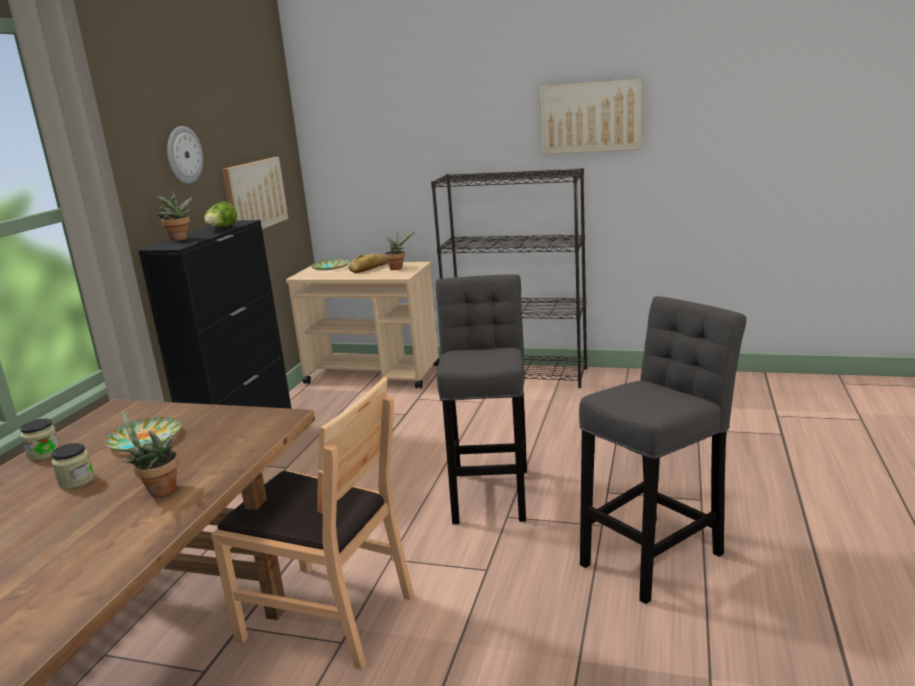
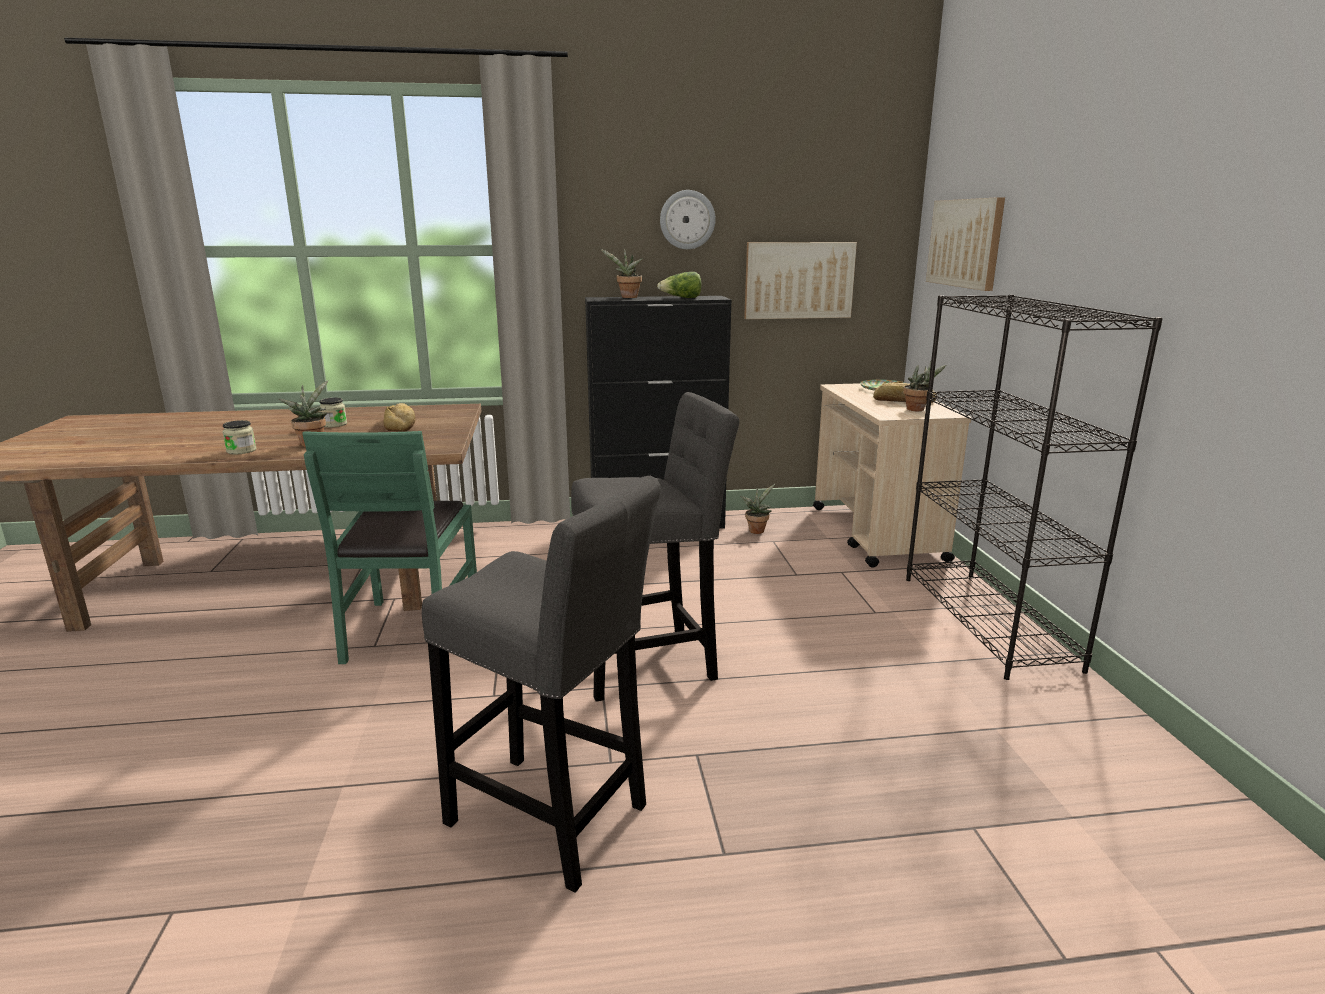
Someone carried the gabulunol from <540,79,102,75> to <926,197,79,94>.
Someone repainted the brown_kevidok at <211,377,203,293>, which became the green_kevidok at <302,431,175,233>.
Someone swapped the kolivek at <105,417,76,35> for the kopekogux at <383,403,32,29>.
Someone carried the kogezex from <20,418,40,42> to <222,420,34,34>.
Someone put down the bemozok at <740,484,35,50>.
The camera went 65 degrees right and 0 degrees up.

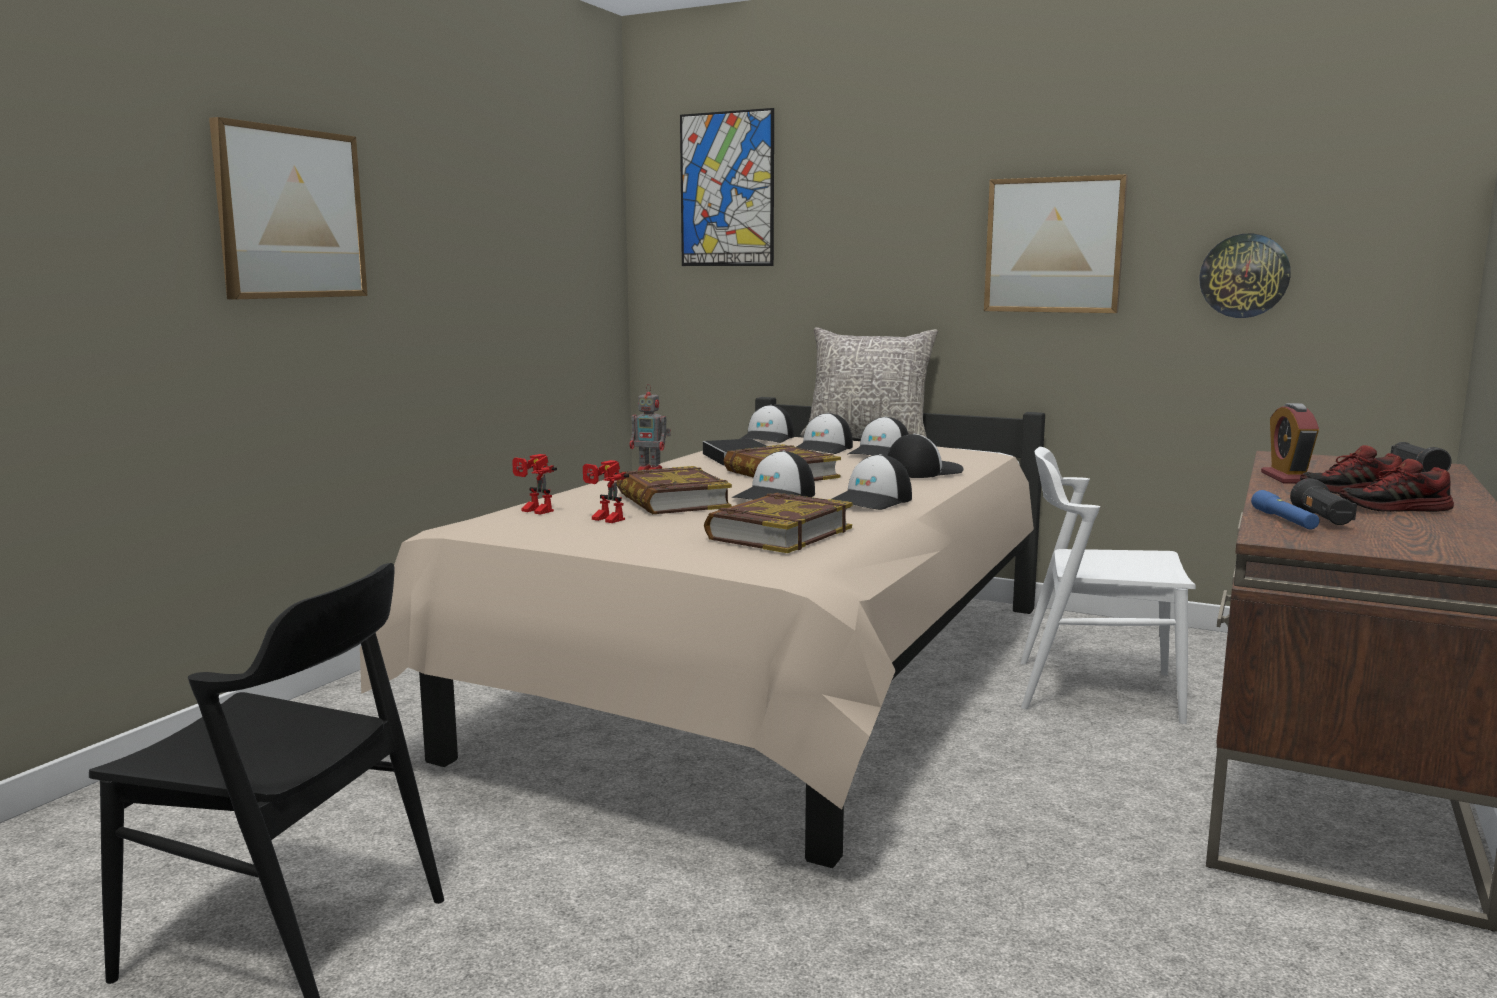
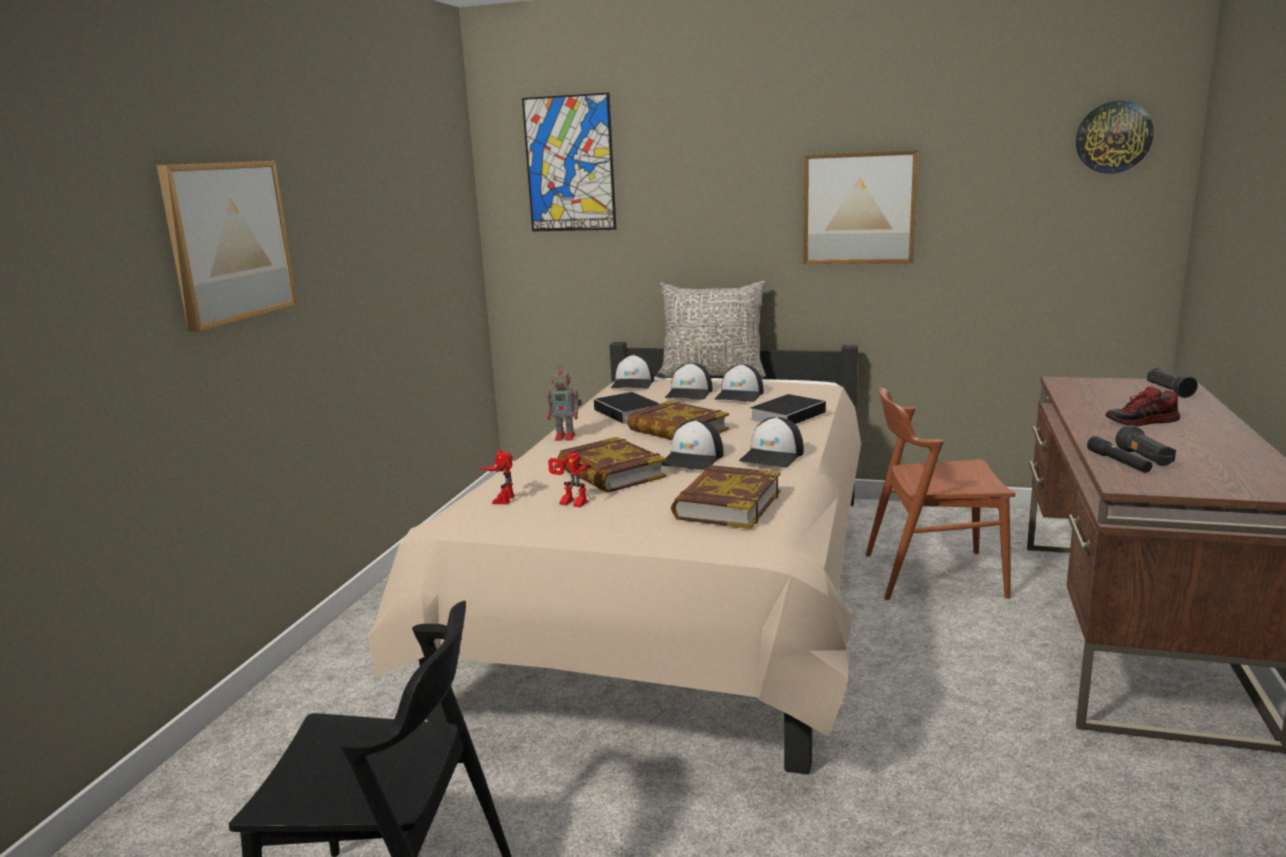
Someone carried the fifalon from <1200,234,91,84> to <1076,100,78,74>.
Someone took away the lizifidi at <1261,403,58,81>.
Someone swapped the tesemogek at <887,433,77,45> for the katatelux at <750,394,78,30>.
Someone repainted the white_kevidok at <1020,447,176,277>, which became the brown_kevidok at <866,387,149,213>.
Someone rotated the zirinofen at <512,454,45,61> by 75 degrees clockwise.
Someone took away the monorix at <1339,459,115,53>.
Someone repainted the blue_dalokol at <1251,490,68,40>, which became the black_dalokol at <1087,436,65,37>.
The camera went 10 degrees left and 5 degrees up.

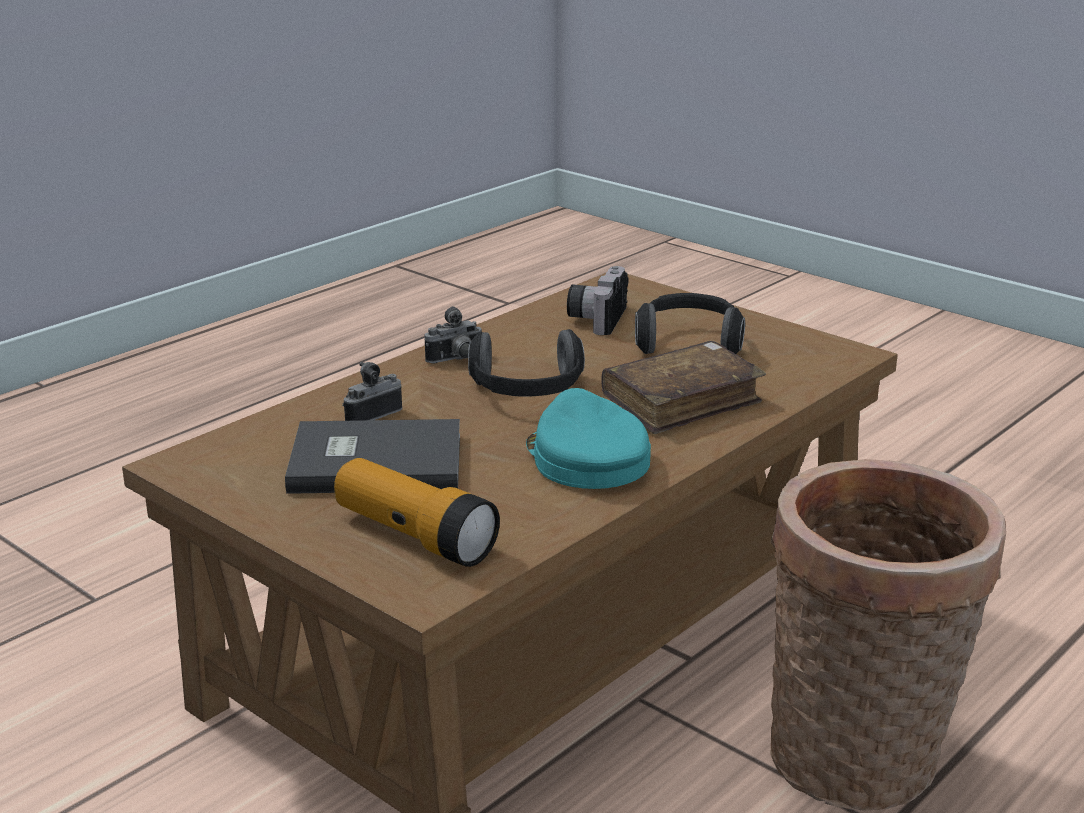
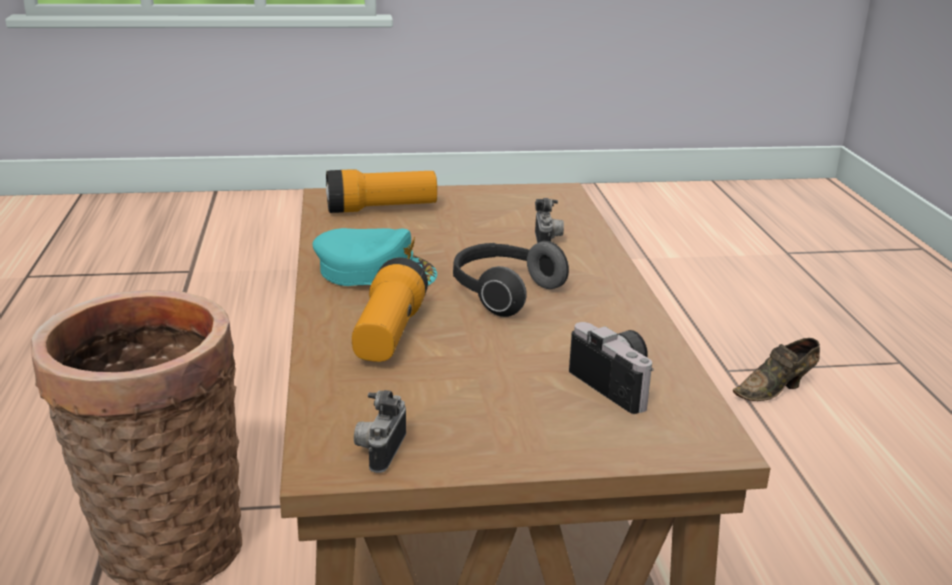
Someone took away the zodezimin at <635,293,110,61>.
Someone carried the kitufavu from <424,306,58,58> to <354,390,52,83>.
Someone swapped the brown_katatelux at <601,341,165,93> for the dalokol at <352,258,76,104>.
Someone took away the grey_katatelux at <285,419,175,75>.
Someone put down the brown_monorix at <733,338,87,63>.
The camera went 130 degrees right and 0 degrees up.

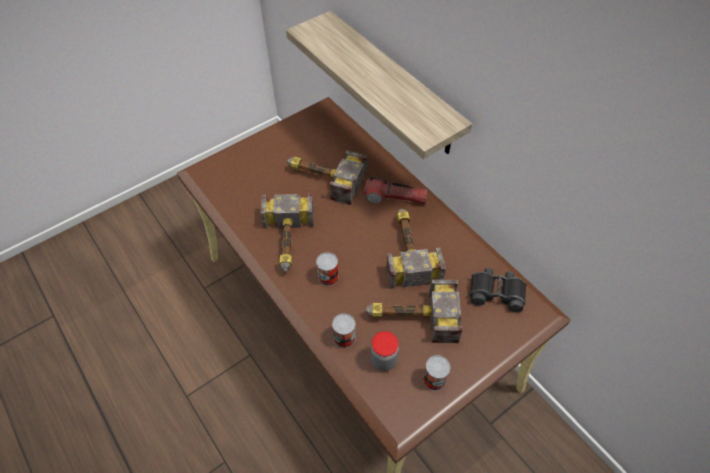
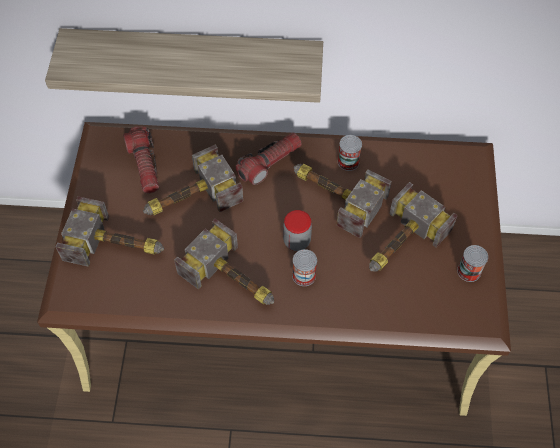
Someone took away the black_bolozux at <469,268,57,45>.
Someone carried the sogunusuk from <332,313,24,35> to <338,135,24,36>.
Someone carried the kogezex from <370,331,29,40> to <283,210,29,41>.
Someone put down the dalokol at <123,126,36,67>.
Someone put down the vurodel at <56,196,108,71>.
The camera went 50 degrees left and 5 degrees up.

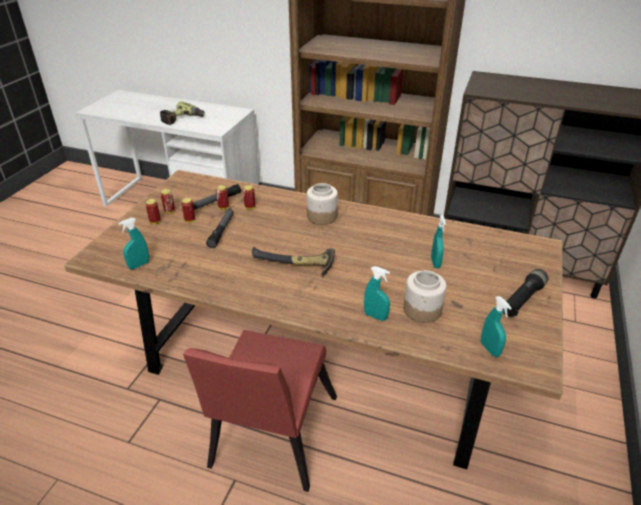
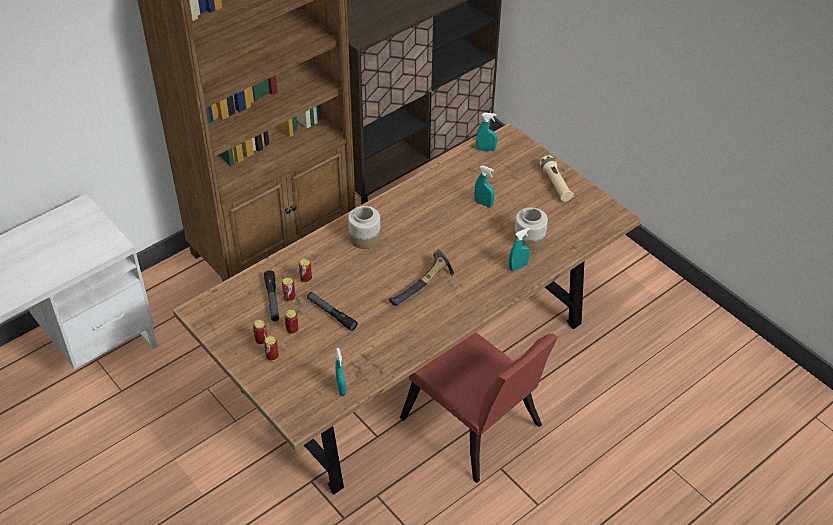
Someone took away the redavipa at <160,101,45,24>.
Someone repainted the black_dalokol at <503,269,45,48>, which became the beige_dalokol at <540,155,34,47>.
Someone carried the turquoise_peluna from <481,296,31,61> to <476,113,21,39>.
The camera went 60 degrees left and 10 degrees up.

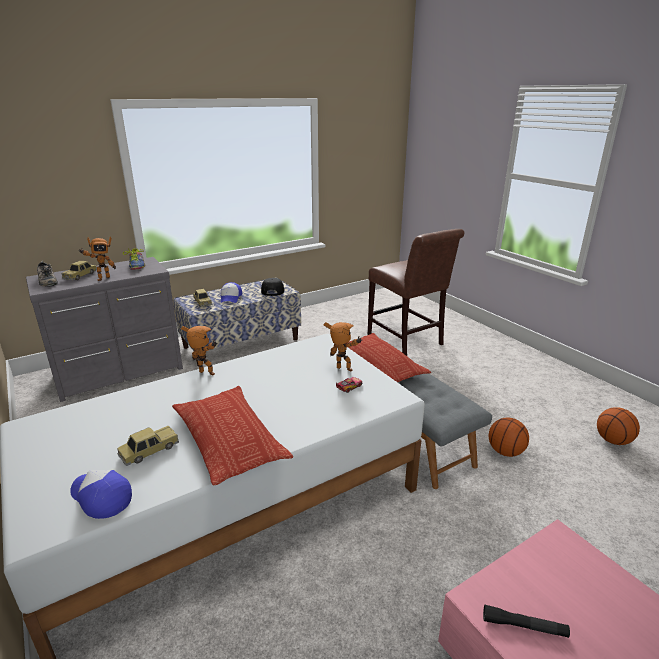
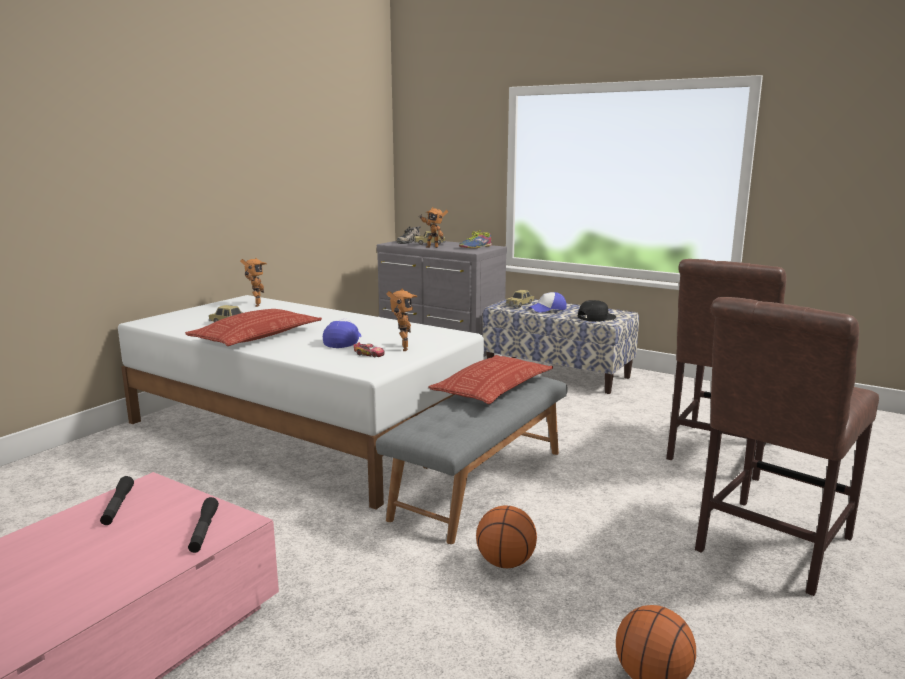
Someone carried the zirinofen from <181,326,37,49> to <240,258,27,49>.
Someone carried the tesemogek from <70,470,62,49> to <323,318,38,30>.
Someone put down the brown_kevidok at <695,297,184,299>.
Someone put down the black_dalokol at <188,497,31,56>.
The camera went 65 degrees right and 10 degrees down.

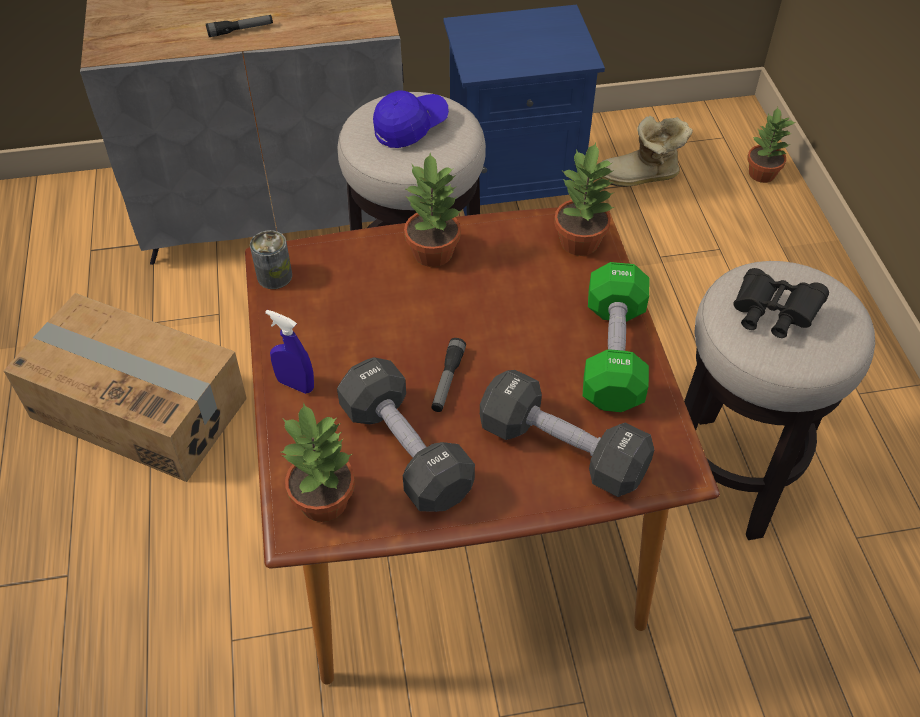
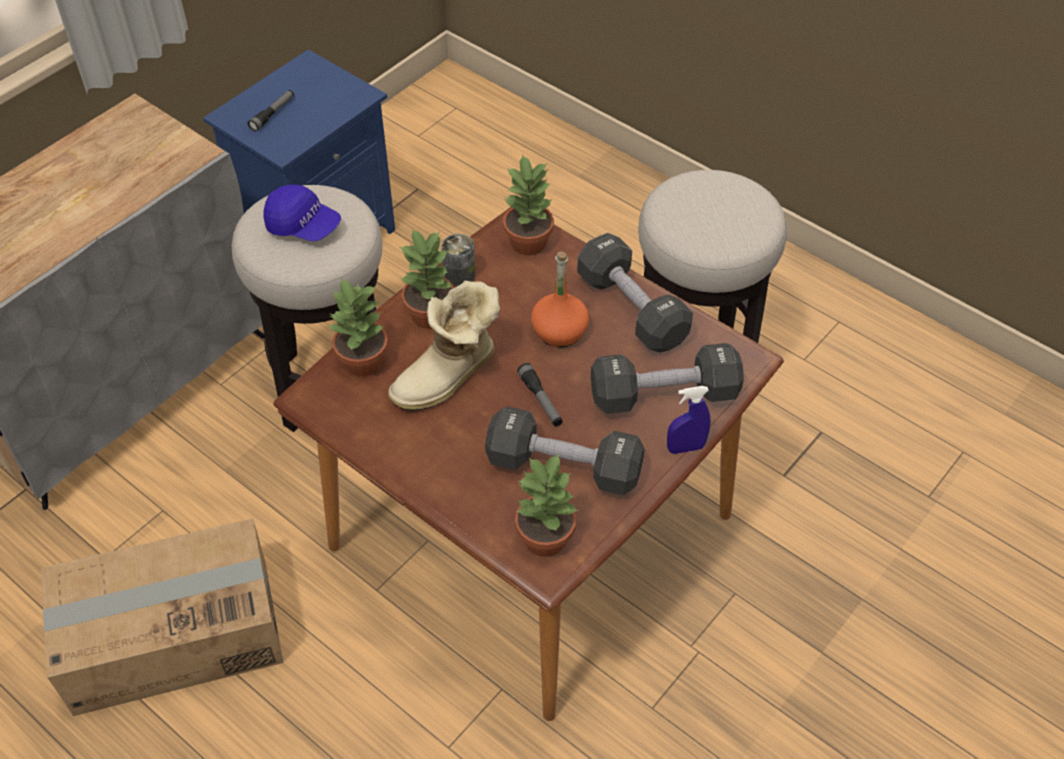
Someone carried the dalokol from <206,15,67,22> to <248,90,46,42>.
Someone rotated the blue_tesemogek at <373,90,76,58> by 105 degrees clockwise.
Someone carried the bemozok from <747,107,49,76> to <329,277,59,100>.
Someone carried the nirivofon from <598,116,95,71> to <388,280,112,131>.
Someone carried the sogunusuk from <250,230,42,59> to <442,234,34,53>.
Someone repainted the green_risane at <583,262,66,150>, which became the black_risane at <577,233,116,120>.
Someone took away the black_bolozux at <733,268,96,70>.
Someone carried the blue_peluna from <265,310,49,84> to <667,386,43,68>.
Someone put down the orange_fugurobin at <531,251,58,96>.
The camera went 40 degrees left and 0 degrees up.

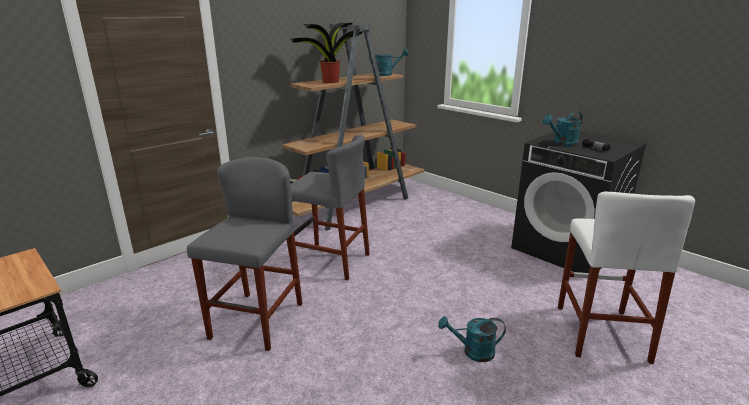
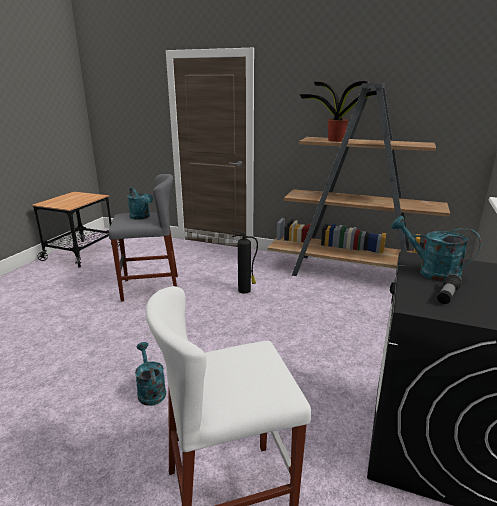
Someone carried the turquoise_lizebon from <369,48,40,28> to <127,188,26,32>.
Someone swapped the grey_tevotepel at <290,135,80,145> for the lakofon at <232,231,26,63>.
The camera went 65 degrees right and 0 degrees up.

